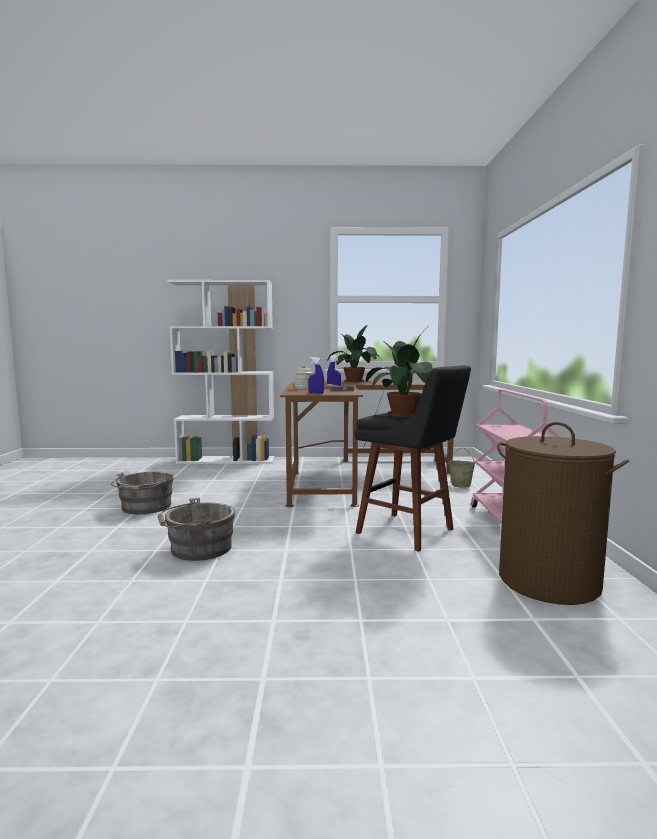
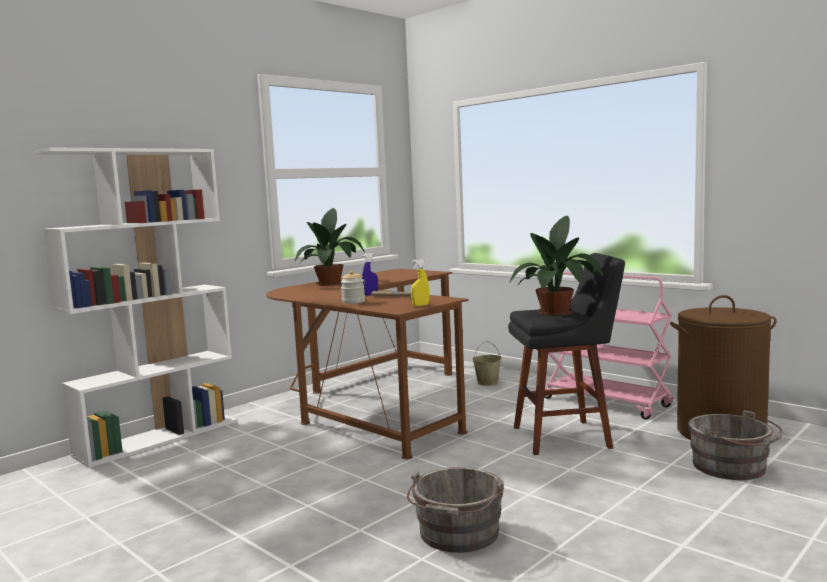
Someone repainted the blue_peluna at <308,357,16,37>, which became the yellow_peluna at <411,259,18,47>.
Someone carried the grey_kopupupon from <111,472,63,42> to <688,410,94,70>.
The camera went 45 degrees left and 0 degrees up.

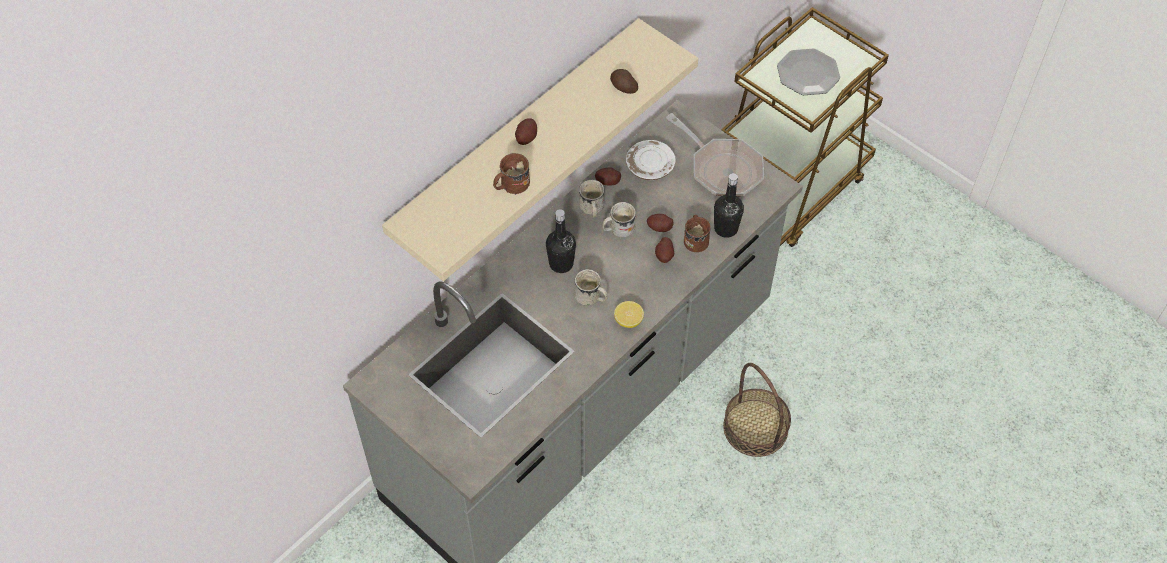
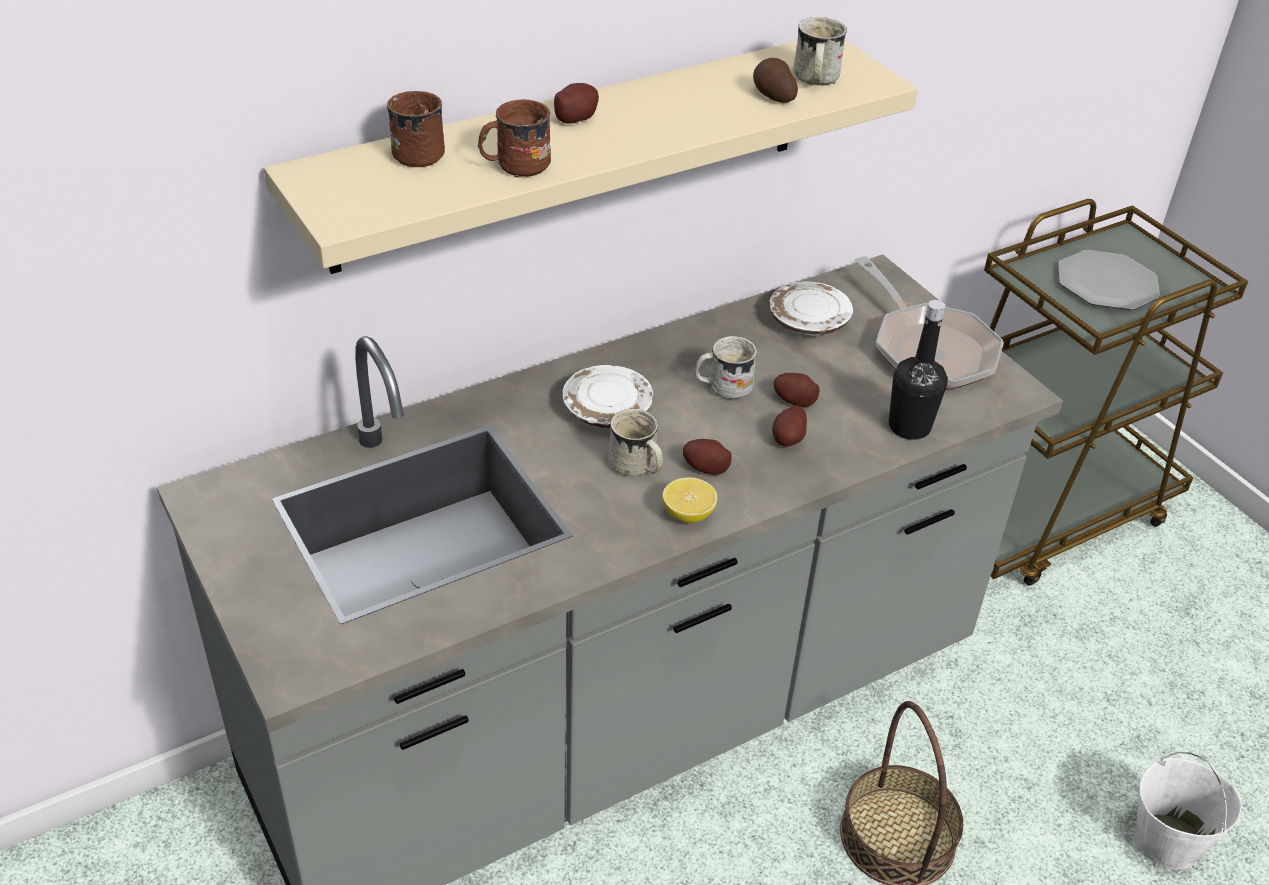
Someone carried the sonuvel from <595,168,26,18> to <683,439,49,36>.
Someone carried the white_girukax from <579,180,25,37> to <793,17,54,68>.
Someone swapped the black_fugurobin at <546,209,30,64> for the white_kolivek at <562,365,91,64>.
Someone carried the brown_girukax from <684,215,27,37> to <387,91,58,76>.
Someone put down the white_kopupupon at <1135,752,107,118>.
The camera went 15 degrees right and 15 degrees down.

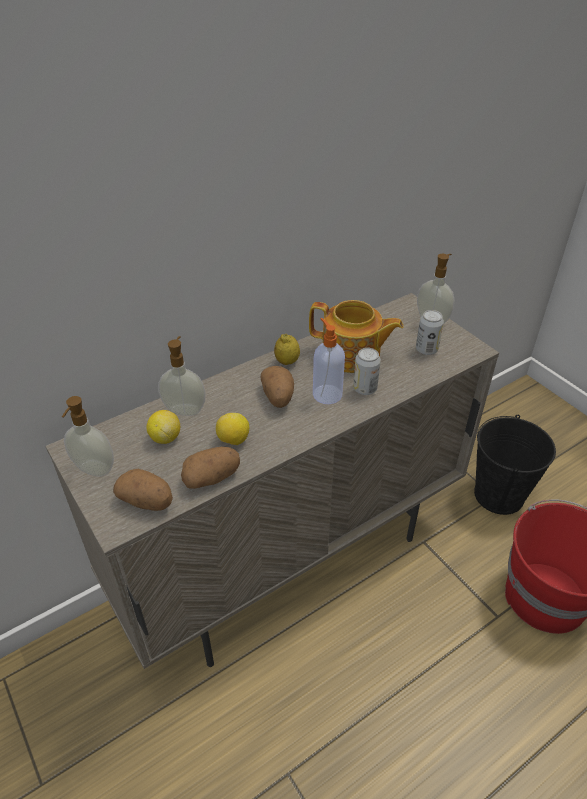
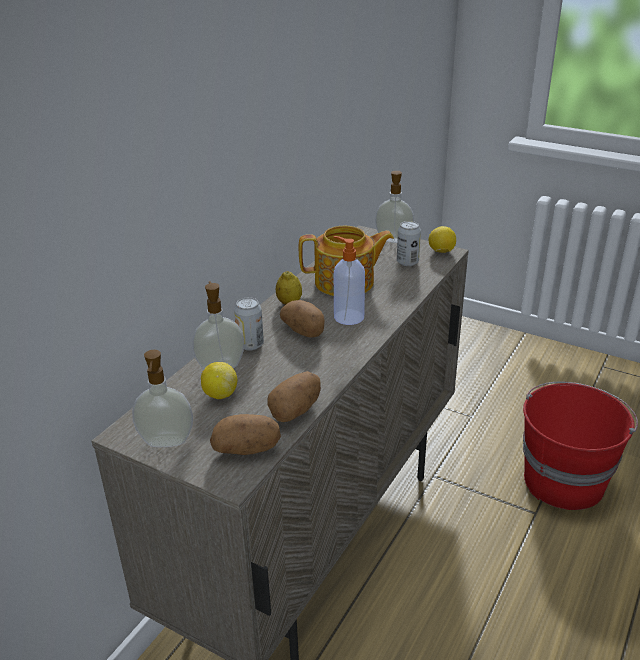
Someone carried the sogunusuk from <353,348,28,47> to <234,297,30,54>.
Someone carried the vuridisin from <216,413,33,32> to <429,226,27,27>.
Someone took away the black_kopupupon at <474,415,82,100>.
The camera went 25 degrees left and 10 degrees down.

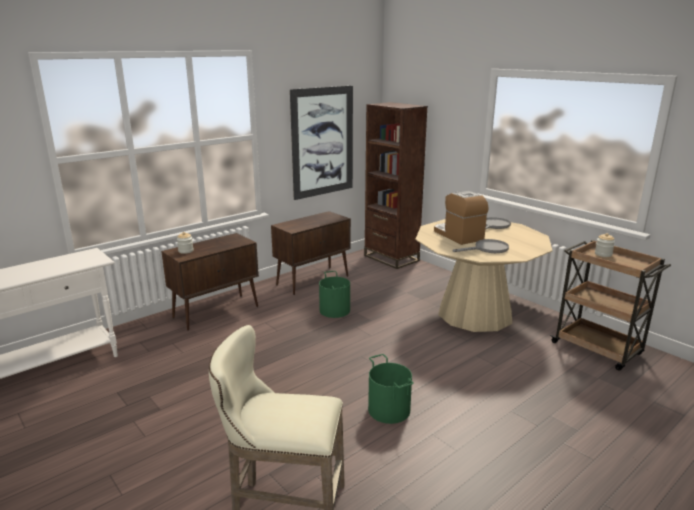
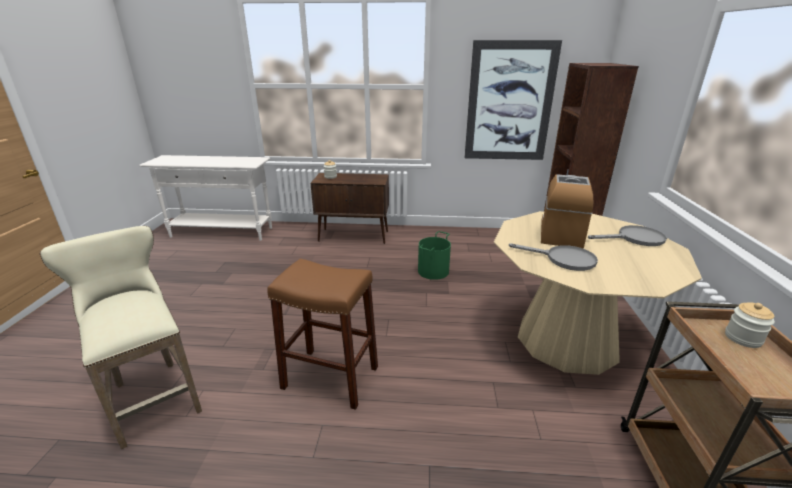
Someone took away the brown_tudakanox at <271,211,80,84>.
Someone swapped the green_kopupupon at <368,354,46,70> for the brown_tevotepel at <267,259,111,151>.
The camera went 45 degrees right and 5 degrees up.

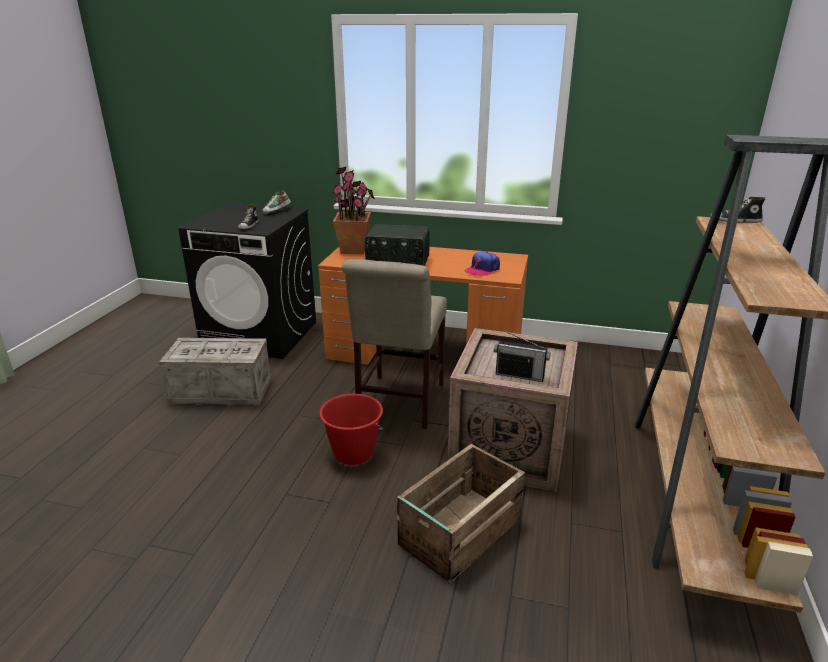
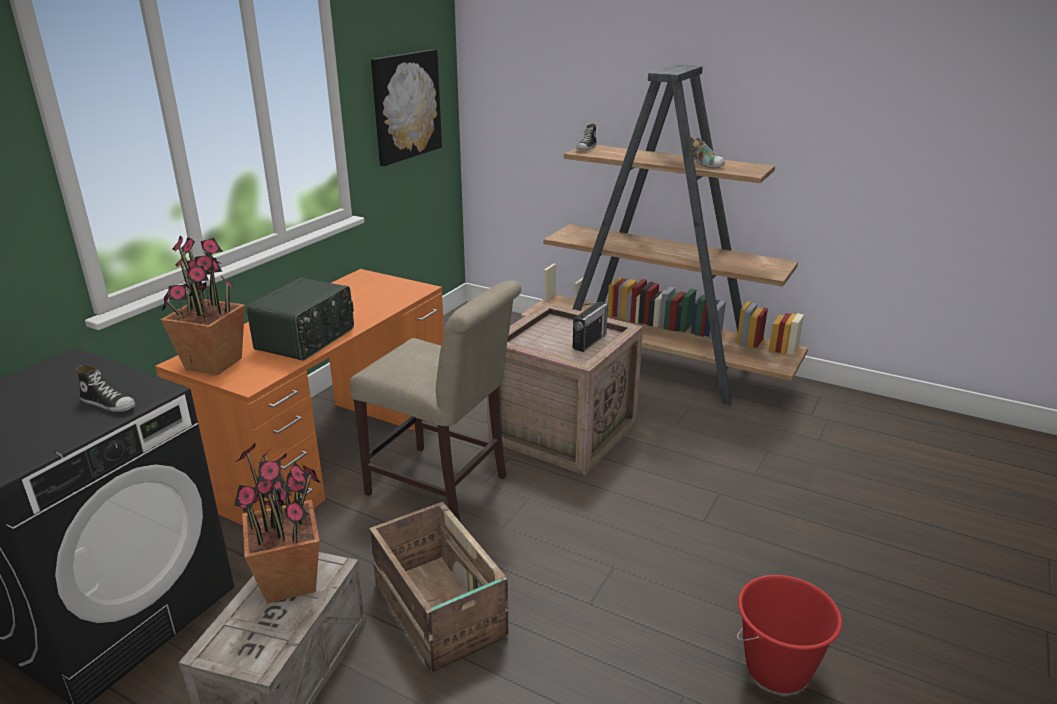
Someone carried the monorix from <263,191,28,23> to <691,137,34,32>.
Someone took away the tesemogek at <464,252,36,24>.
Someone carried the red_kopupupon from <319,394,64,71> to <737,575,105,118>.
Someone carried the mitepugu from <397,444,128,139> to <369,502,140,170>.
Someone put up the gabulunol at <371,49,71,117>.
Someone put down the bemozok at <234,442,87,161>.
The camera went 75 degrees left and 0 degrees up.

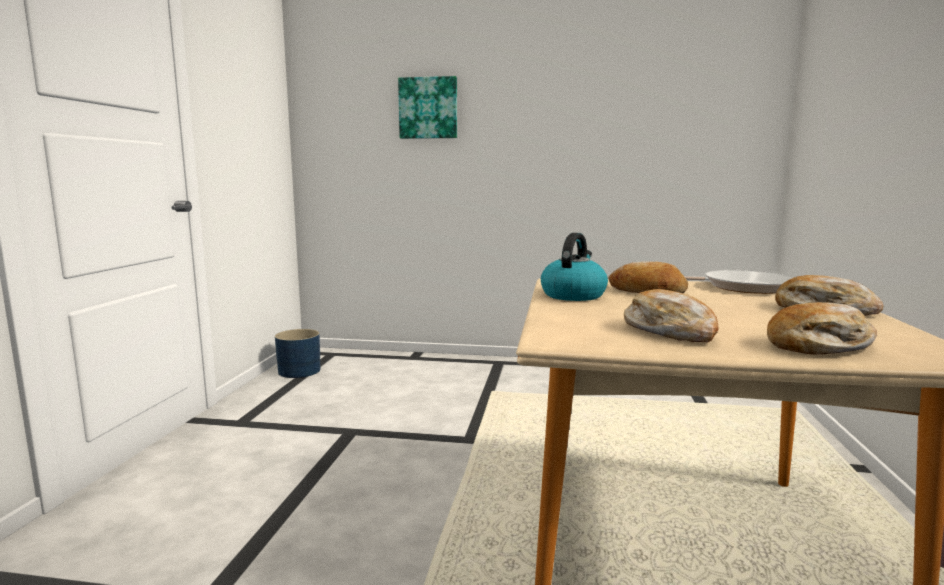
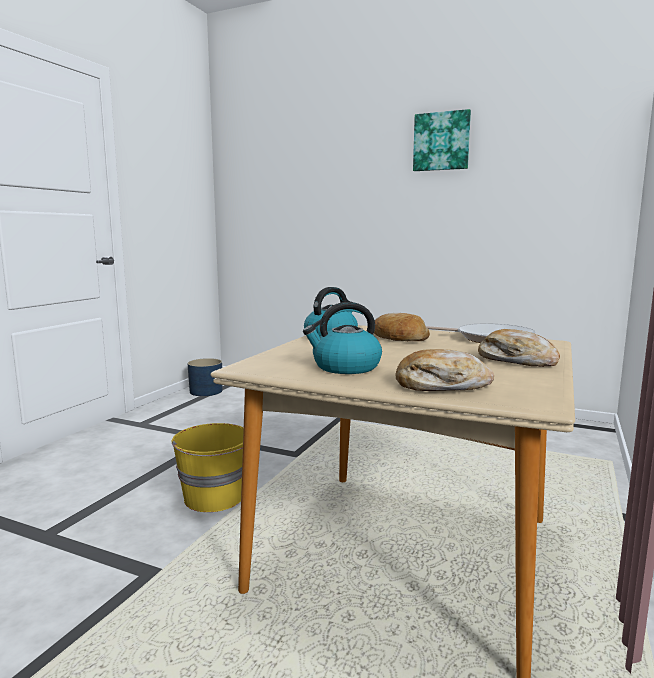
Someone carried the gabulunol from <398,76,59,63> to <413,109,58,62>.
Someone swapped the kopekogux at <624,289,95,53> for the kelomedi at <303,302,79,72>.
Someone put down the yellow_kopupupon at <172,423,72,89>.
The camera went 15 degrees right and 0 degrees up.

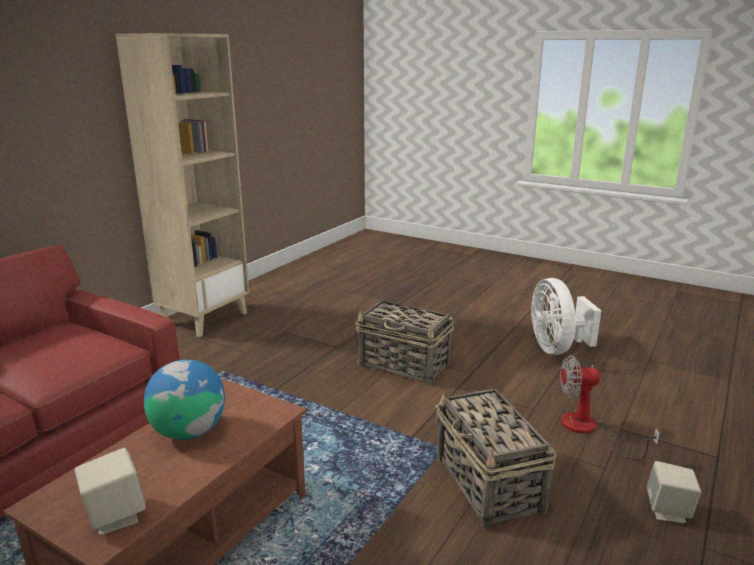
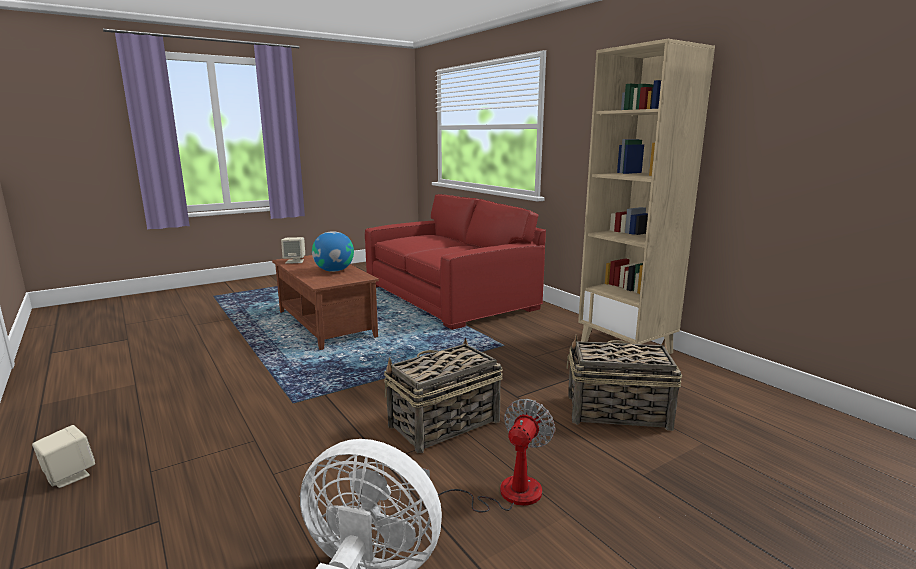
Someone carried the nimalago from <560,355,100,105> to <422,399,133,113>.
Someone carried the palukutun from <435,389,121,140> to <566,335,116,96>.
The camera went 115 degrees right and 5 degrees down.

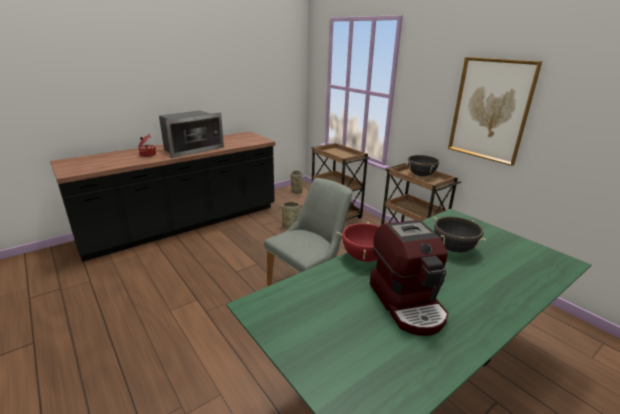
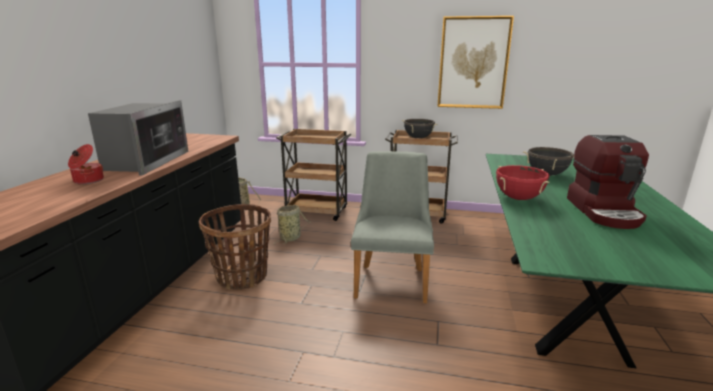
Someone rotated the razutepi at <370,220,79,116> by 60 degrees clockwise.
Someone put down the palukutun at <199,204,72,86>.
The camera went 40 degrees left and 5 degrees down.

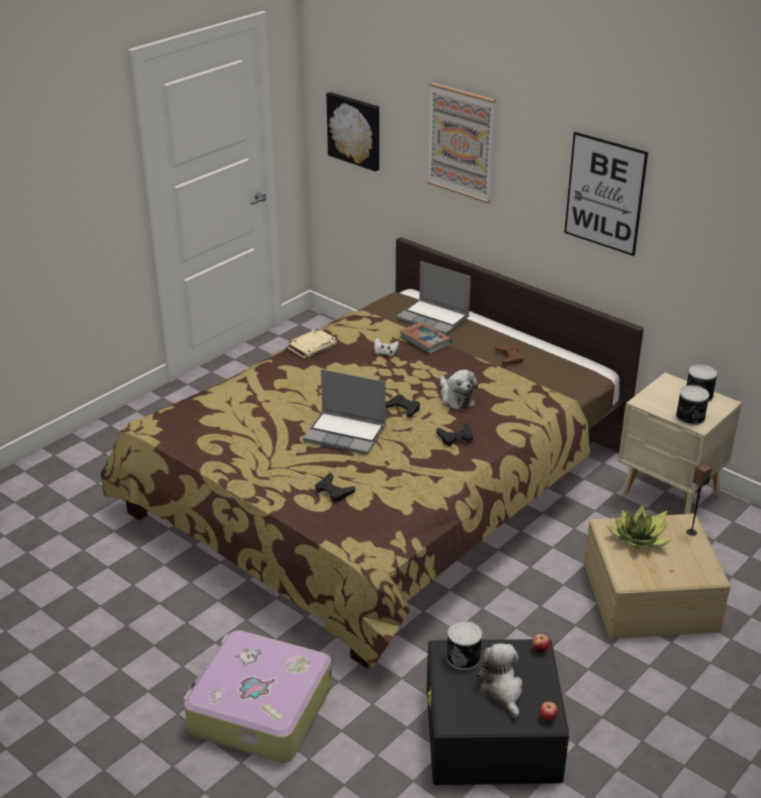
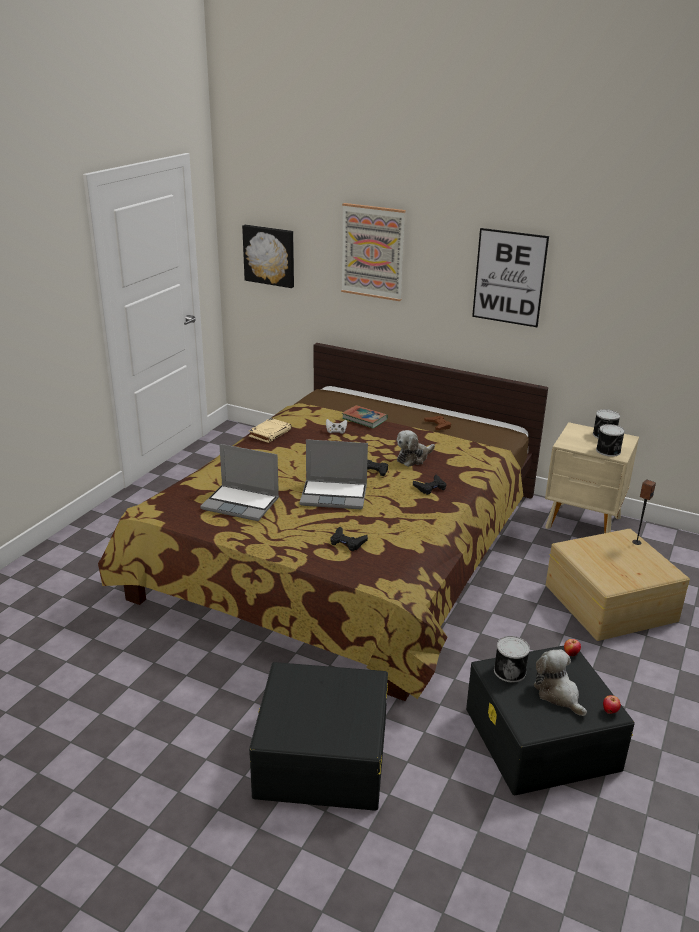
Someone carried the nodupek from <397,261,74,74> to <200,444,79,77>.
Someone rotated the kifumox at <440,370,38,40> by 90 degrees clockwise.
Someone took away the bemozok at <607,504,64,45>.
Someone swapped the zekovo at <183,630,149,133> for the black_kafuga at <249,662,139,149>.
The camera went 15 degrees left and 5 degrees down.

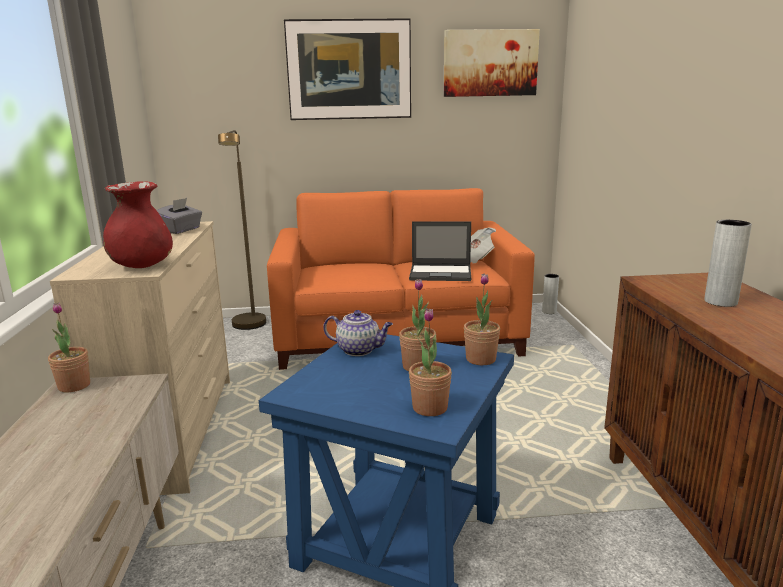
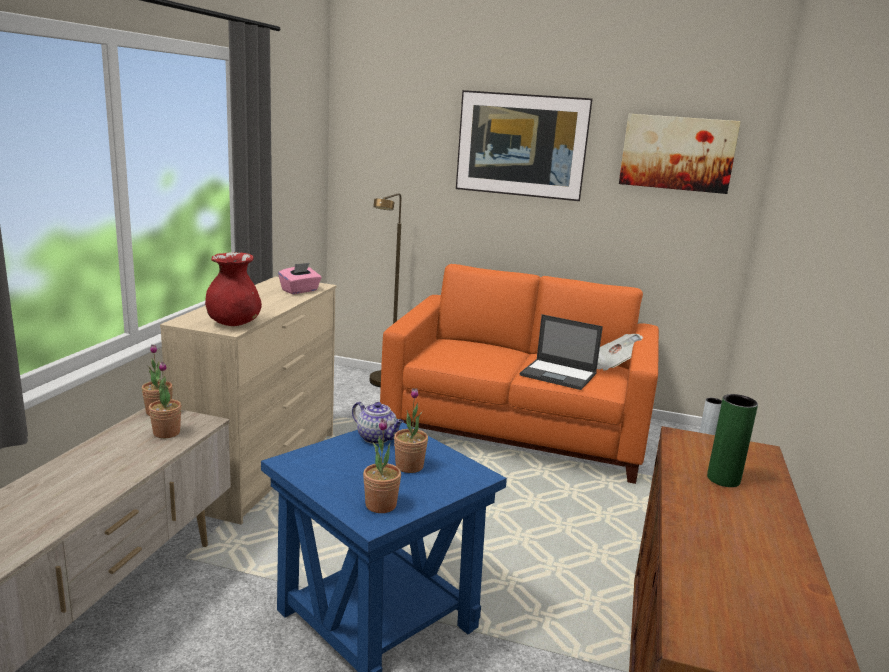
Someone repainted the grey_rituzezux at <157,198,45,36>, which became the pink_rituzezux at <278,263,43,31>.
Someone repainted the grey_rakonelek at <704,220,48,87>, which became the green_rakonelek at <707,394,51,93>.
Someone carried the bemozok from <464,273,36,92> to <149,362,33,76>.
The camera went 20 degrees right and 0 degrees up.

